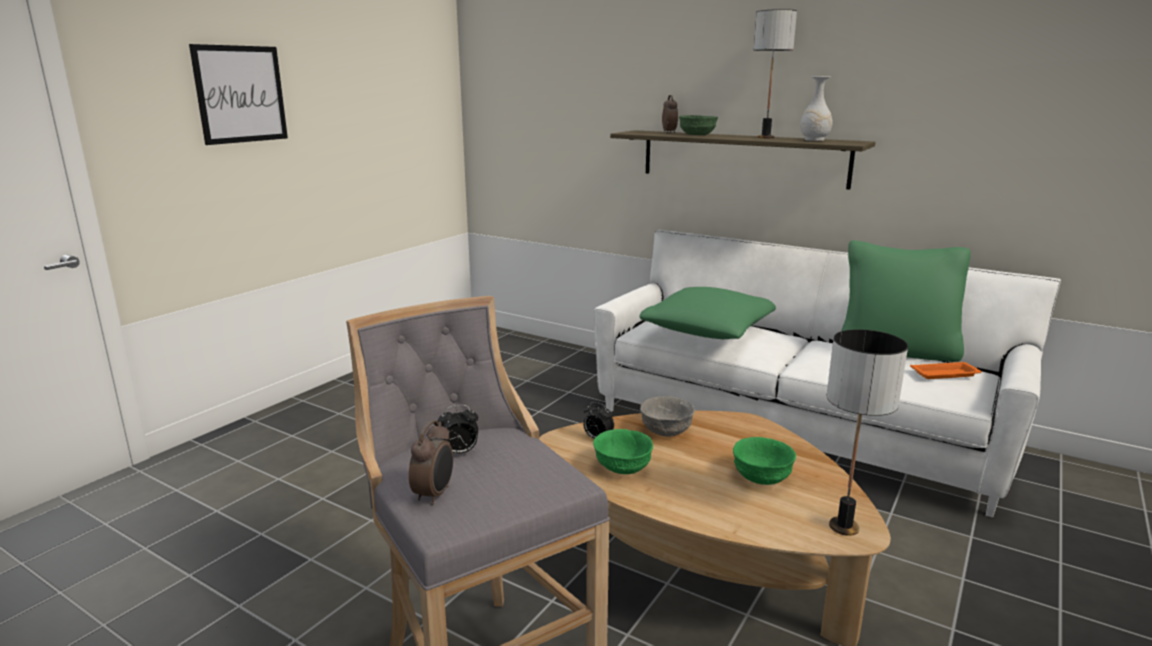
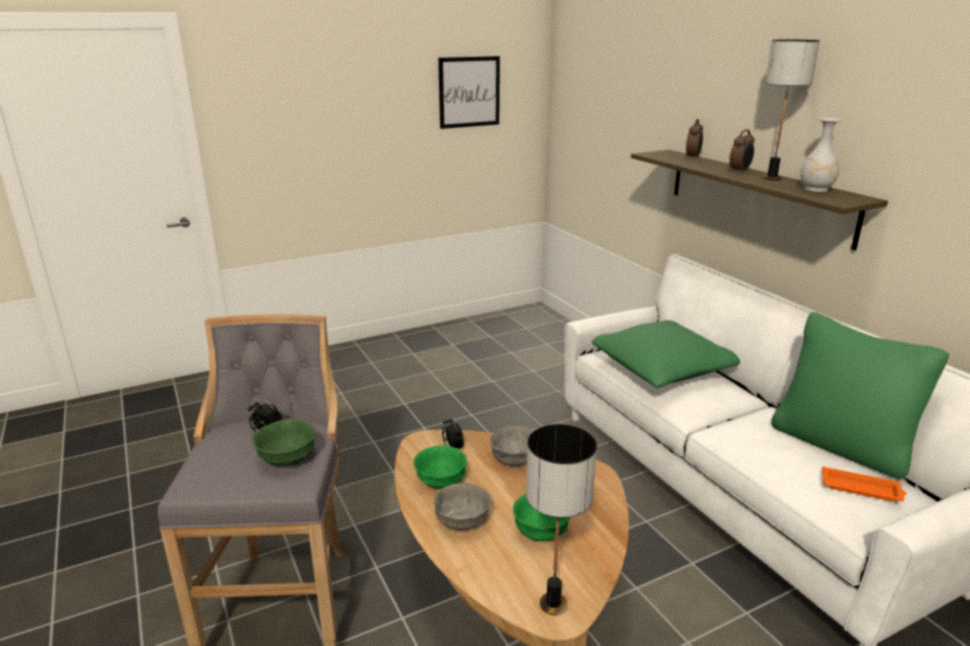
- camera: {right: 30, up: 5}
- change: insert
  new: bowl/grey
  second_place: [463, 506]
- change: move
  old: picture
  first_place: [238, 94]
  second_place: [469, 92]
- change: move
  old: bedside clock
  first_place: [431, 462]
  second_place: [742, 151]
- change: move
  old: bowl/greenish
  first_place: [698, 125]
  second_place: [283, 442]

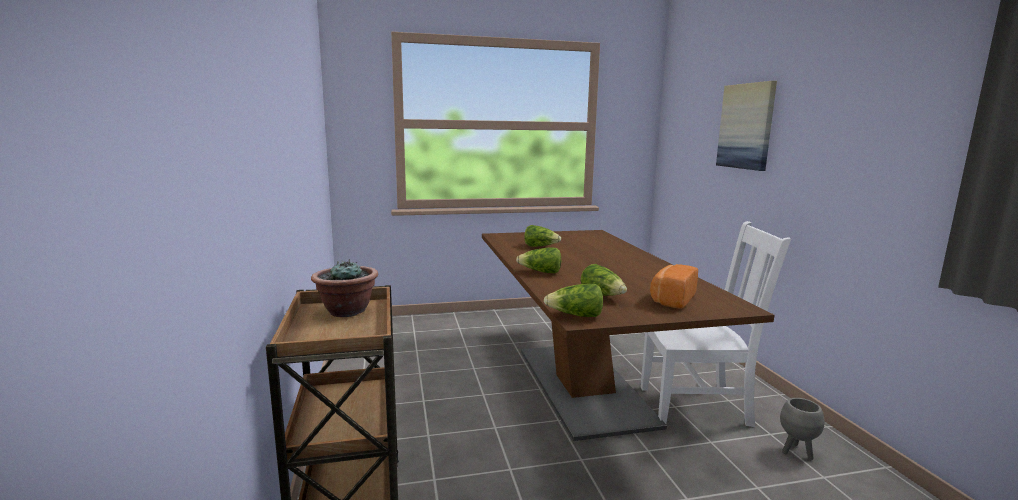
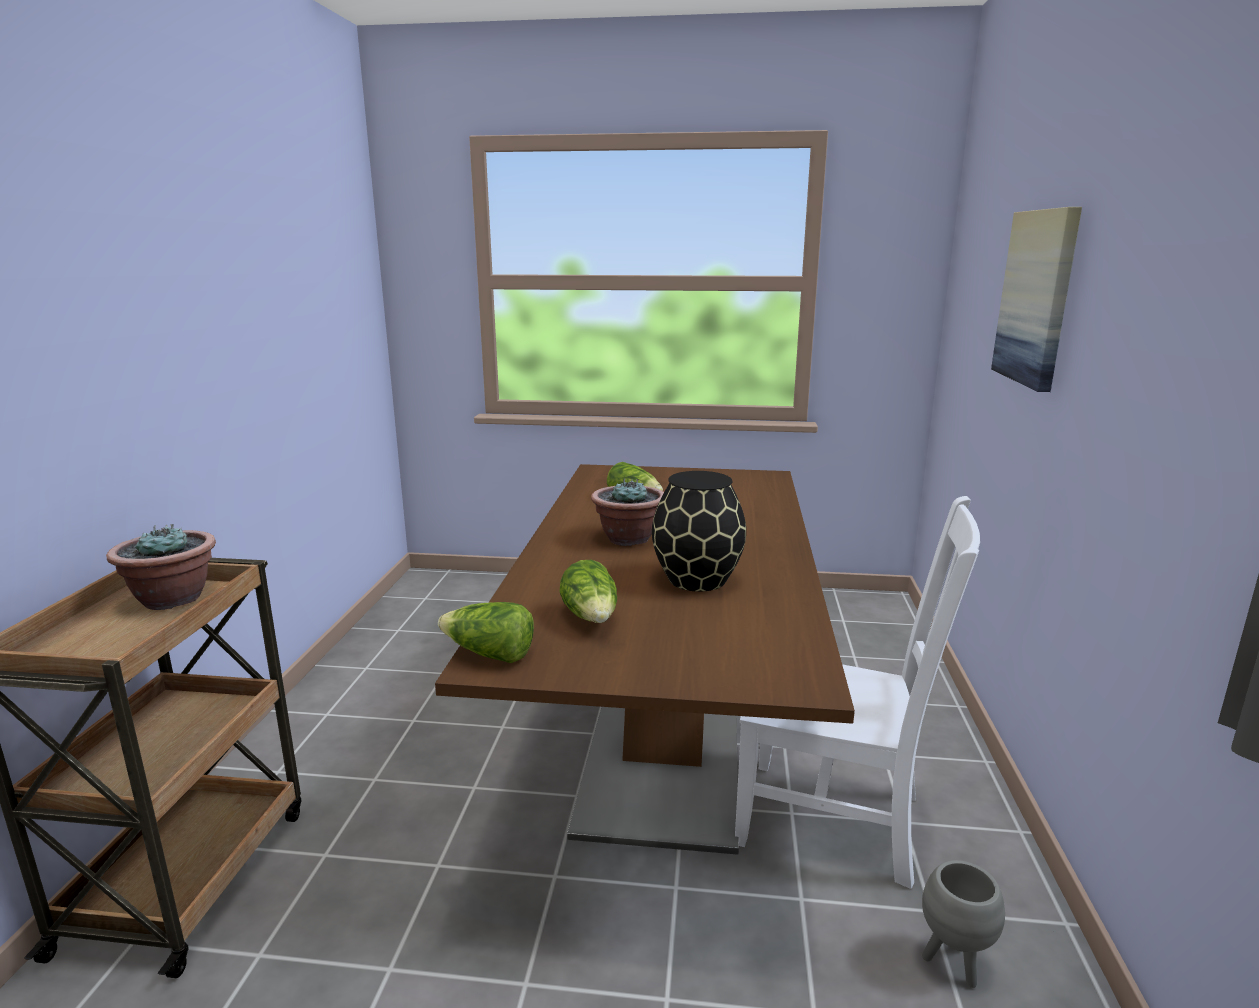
- camera: {right: 20, up: 5}
- change: delete
  old: lettuce
  first_place: [538, 261]
- change: delete
  old: bread
  first_place: [674, 286]
- change: insert
  new: potted plant
  second_place: [627, 512]
- change: insert
  new: vase/black-coloured
  second_place: [699, 531]

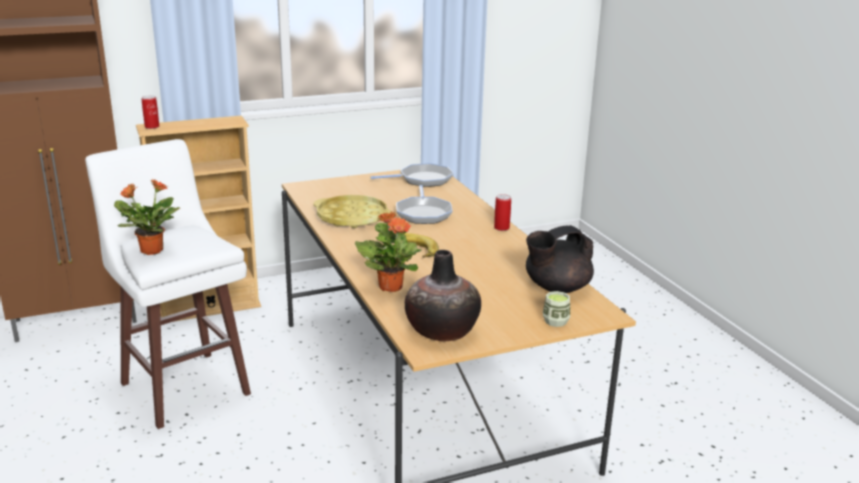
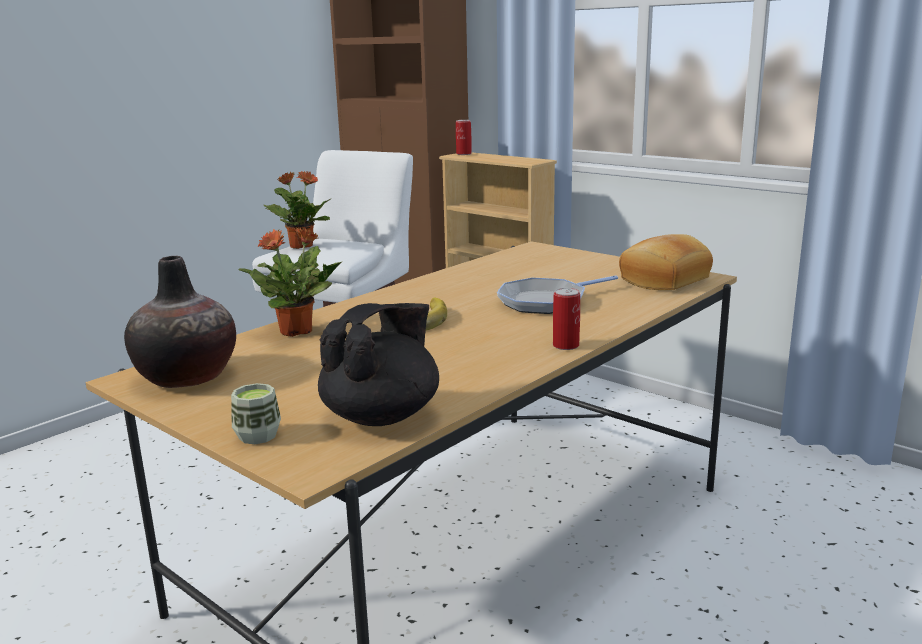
- camera: {right: 65, up: -5}
- change: delete
  old: tray/yellow-coloured
  first_place: [352, 211]
- change: replace
  old: frying pan
  new: bread
  first_place: [412, 175]
  second_place: [666, 262]
- change: rotate
  old: tea pot/black-coloured
  first_place: [560, 259]
  second_place: [378, 364]
  degrees: 90

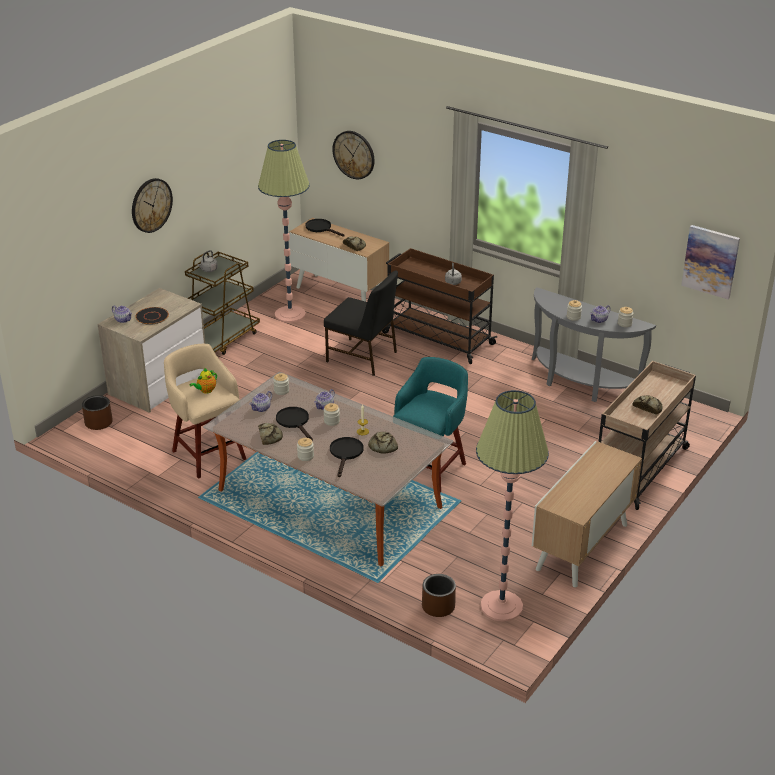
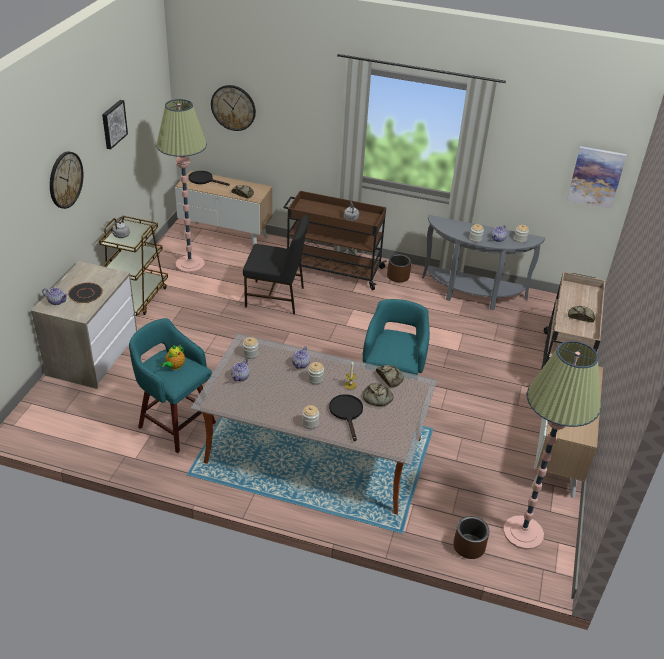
- camera: {right: -20, up: 5}
- change: delete
  old: frying pan/black-coloured
  first_place: [294, 423]
- change: insert
  new: picture
  second_place: [115, 124]
- change: move
  old: planter/brown-coloured
  first_place: [97, 412]
  second_place: [399, 268]
- change: move
  old: bread
  first_place: [270, 434]
  second_place: [390, 376]
- change: recolor
  old: sitting stool/sand-coloured
  new: sitting stool/blue-green
  first_place: [205, 411]
  second_place: [172, 385]

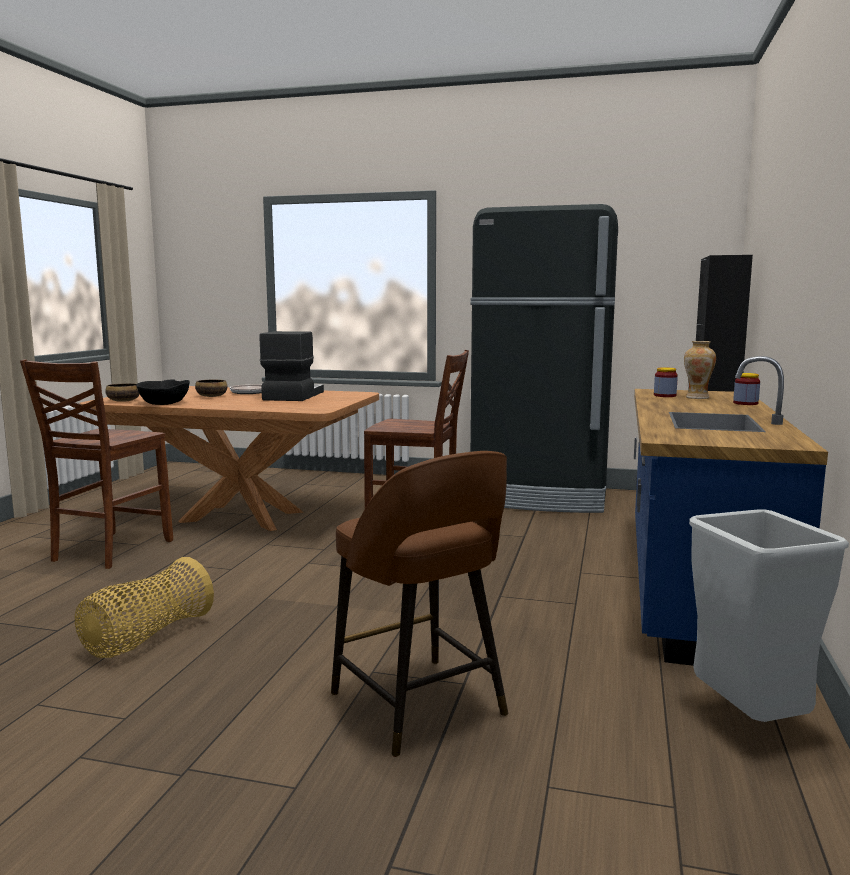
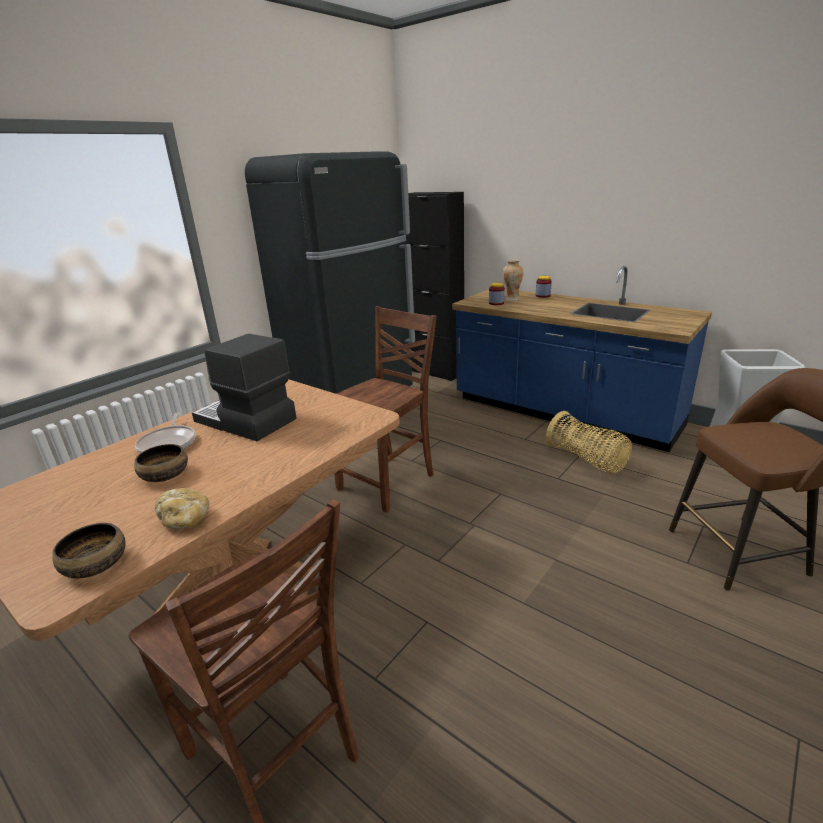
- camera: {right: -65, up: 15}
- change: move
  old: storage basket
  first_place: [144, 607]
  second_place: [589, 442]
- change: replace
  old: bowl/black-coloured
  new: bread
  first_place: [163, 392]
  second_place: [182, 509]

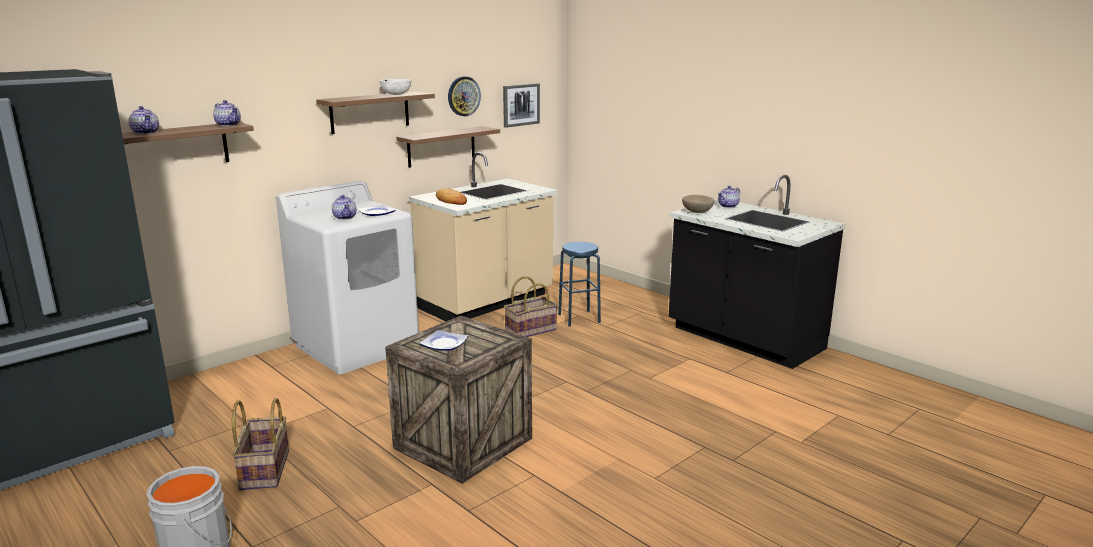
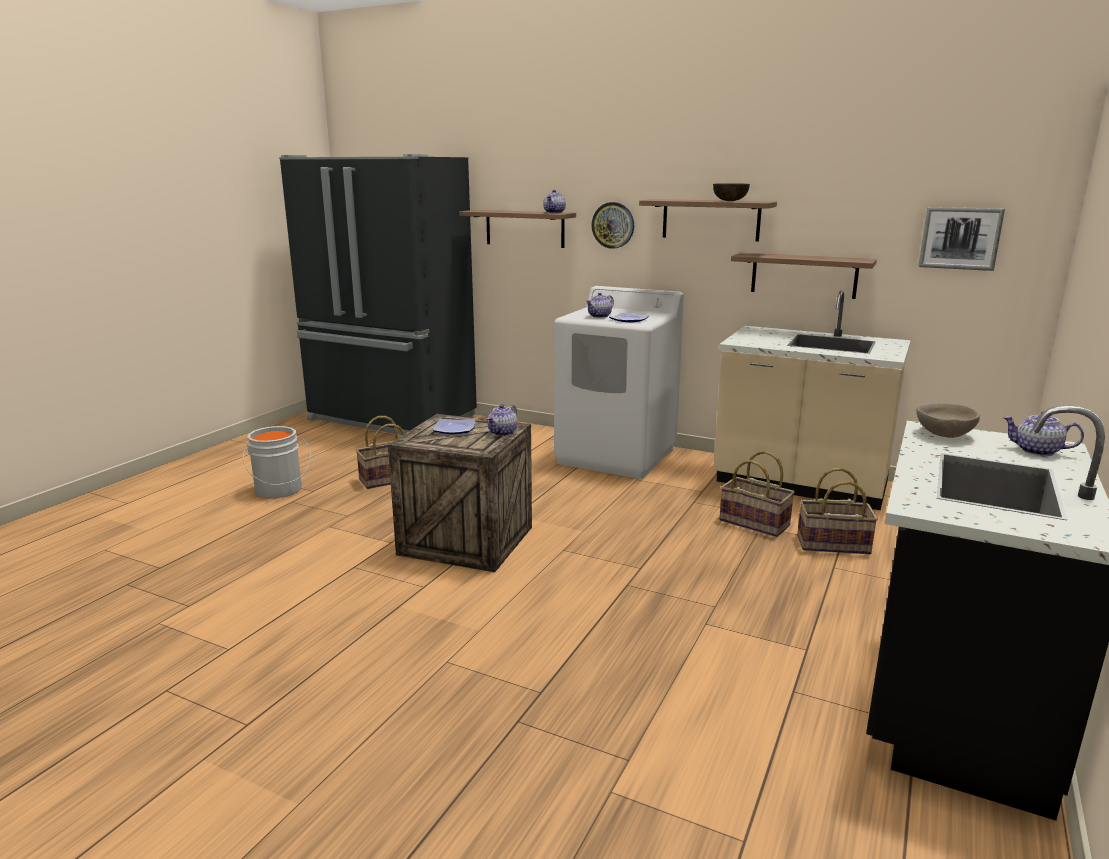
- camera: {right: 70, up: 0}
- change: delete
  old: bread
  first_place: [451, 196]
- change: move
  old: tea pot
  first_place: [143, 120]
  second_place: [502, 420]
- change: move
  old: wall clock
  first_place: [464, 96]
  second_place: [612, 225]
- change: replace
  old: sitting stool/bluish
  new: storage basket
  first_place: [579, 284]
  second_place: [837, 511]
- change: recolor
  old: bowl/white-coloured
  new: bowl/brown-coloured
  first_place: [395, 87]
  second_place: [731, 192]

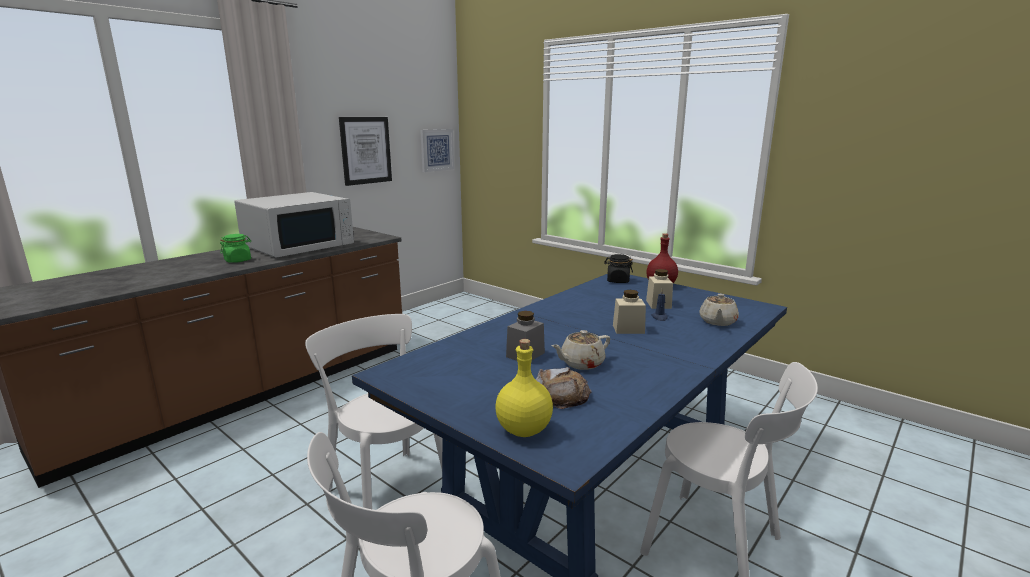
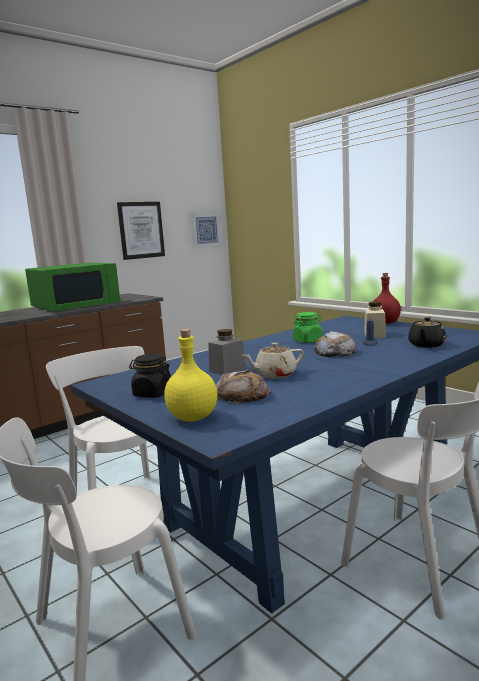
- camera: {right: 10, up: -5}
- change: move
  old: jar/greenish
  first_place: [235, 248]
  second_place: [308, 327]
- change: move
  old: jar/black-coloured
  first_place: [618, 268]
  second_place: [150, 376]
- change: replace
  old: jar/sand-coloured
  new: bread
  first_place: [629, 312]
  second_place: [335, 344]
- change: recolor
  old: kitchen microwave/white-coloured
  new: kitchen microwave/greenish
  first_place: [294, 225]
  second_place: [72, 287]
- change: recolor
  old: tea pot/sand-coloured
  new: tea pot/black-coloured
  first_place: [719, 310]
  second_place: [427, 332]

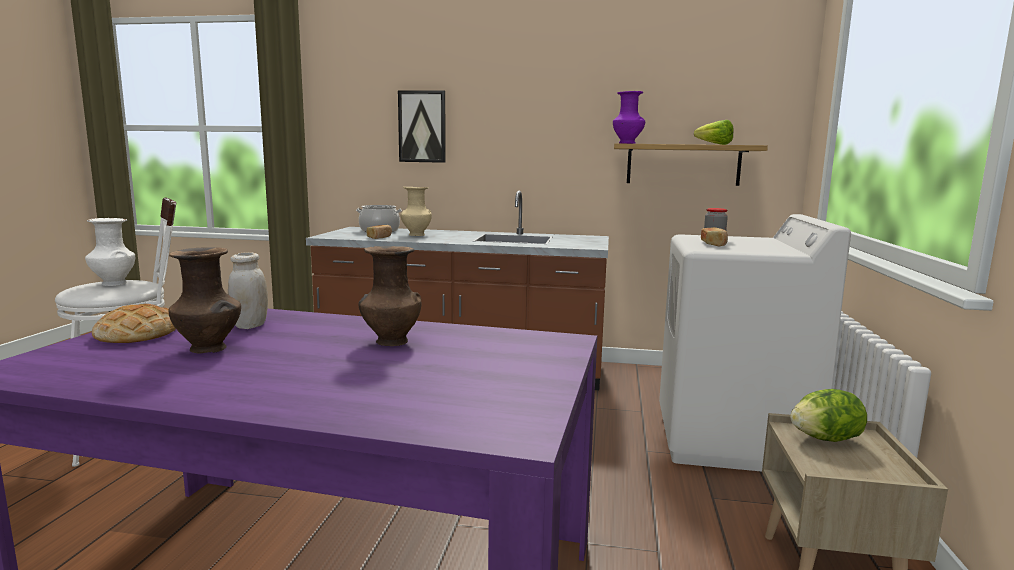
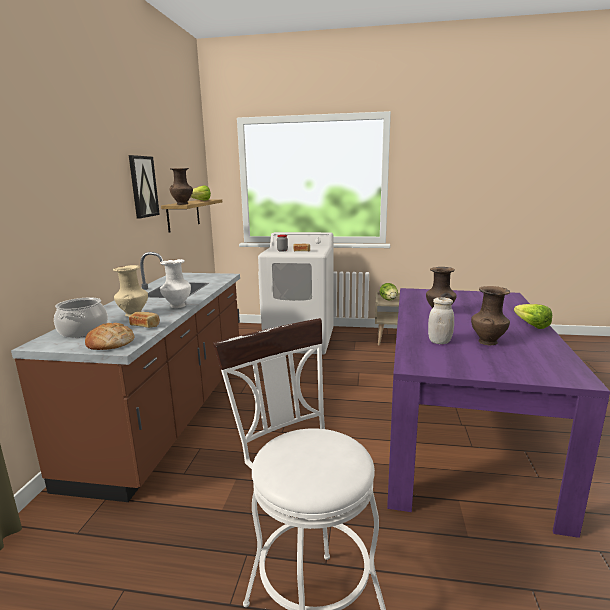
- camera: {right: -90, up: 5}
- change: insert
  new: lettuce
  second_place: [533, 316]
- change: move
  old: vase/white-coloured
  first_place: [110, 252]
  second_place: [175, 283]
- change: move
  old: bread
  first_place: [134, 323]
  second_place: [109, 336]
- change: move
  old: picture
  first_place: [422, 126]
  second_place: [144, 187]
- change: recolor
  old: vase/purplish
  new: vase/brown-coloured
  first_place: [629, 117]
  second_place: [181, 186]

